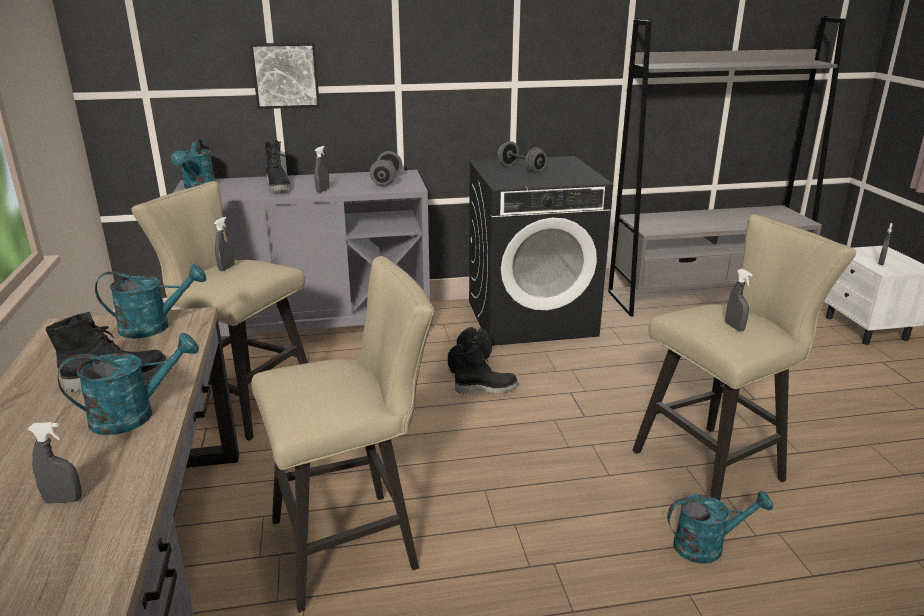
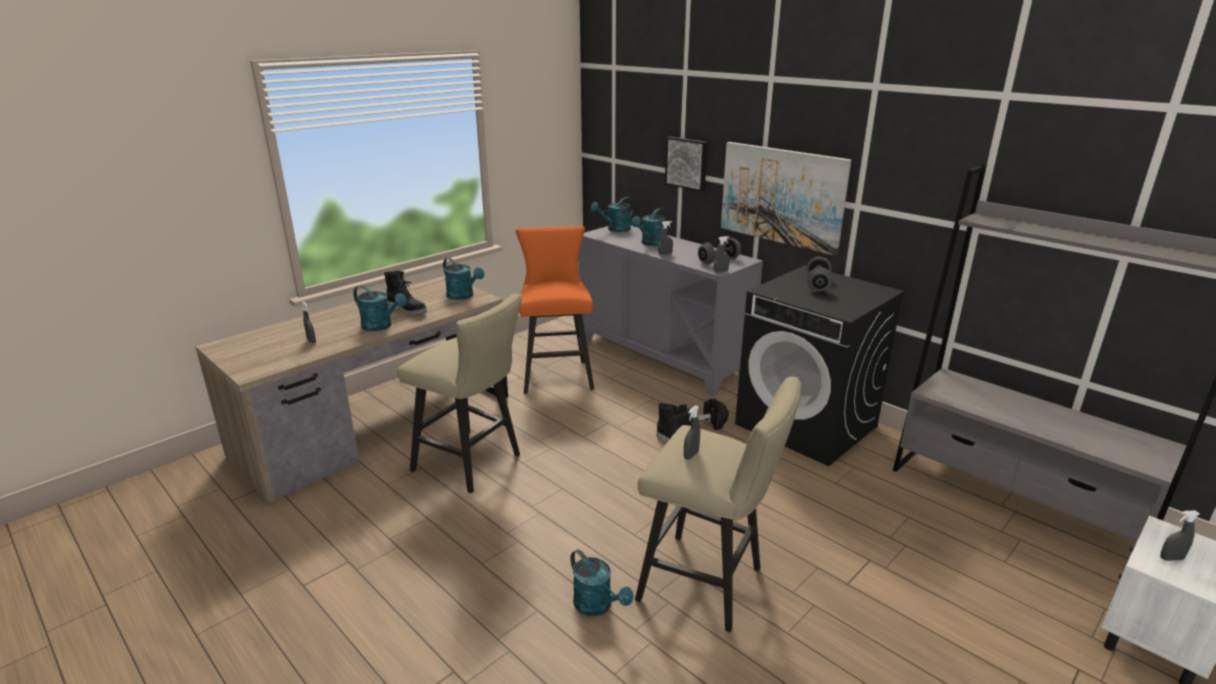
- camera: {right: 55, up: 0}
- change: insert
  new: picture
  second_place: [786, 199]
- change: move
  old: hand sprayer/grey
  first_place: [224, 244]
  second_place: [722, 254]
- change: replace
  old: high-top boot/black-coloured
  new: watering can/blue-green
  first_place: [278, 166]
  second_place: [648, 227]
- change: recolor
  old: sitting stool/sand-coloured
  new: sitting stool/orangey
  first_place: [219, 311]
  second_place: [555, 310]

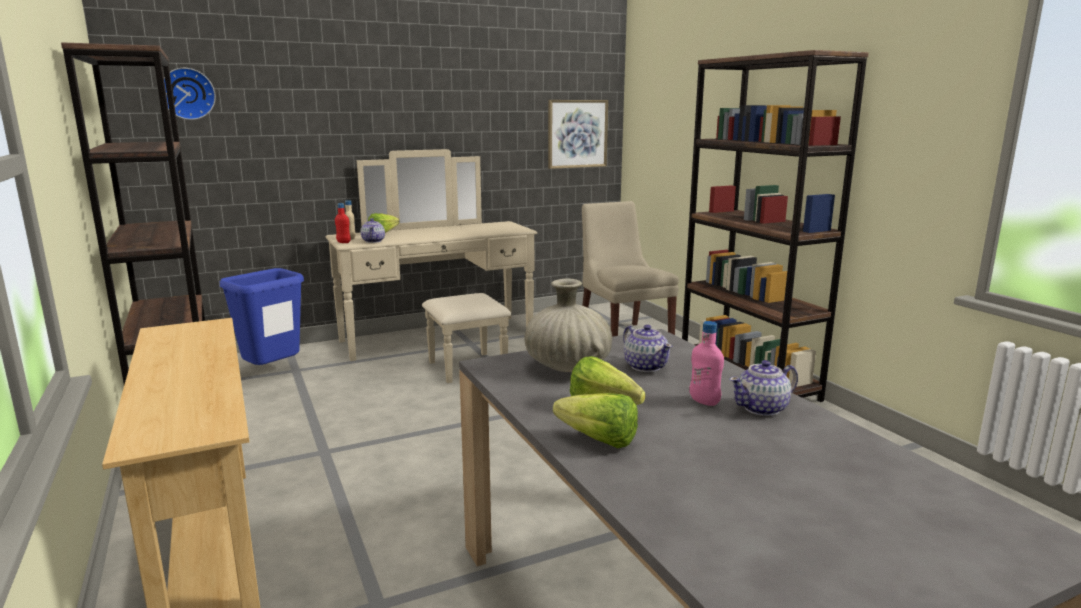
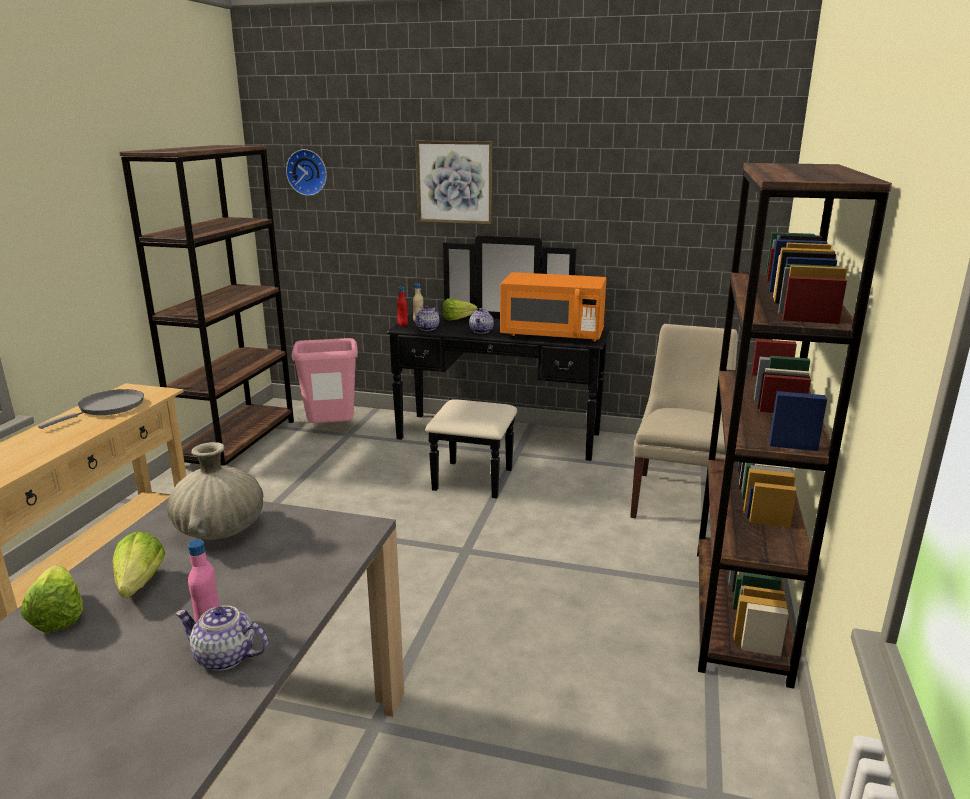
- camera: {right: 40, up: 5}
- change: insert
  new: frying pan/grey
  second_place: [91, 409]
- change: insert
  new: kitchen microwave/orangey
  second_place: [553, 307]
- change: move
  old: picture
  first_place: [578, 134]
  second_place: [454, 182]
- change: move
  old: tea pot
  first_place: [647, 348]
  second_place: [481, 321]
- change: recolor
  old: rubbish bin/bluish
  new: rubbish bin/pink
  first_place: [262, 316]
  second_place: [325, 380]
- change: recolor
  old: drawer chest/sand-coloured
  new: drawer chest/black-coloured
  first_place: [431, 266]
  second_place: [499, 367]

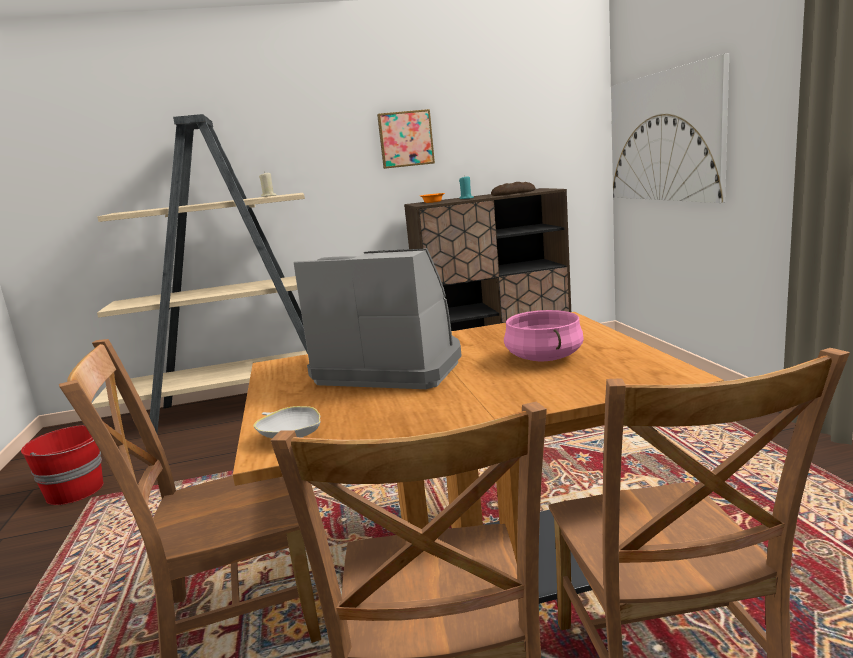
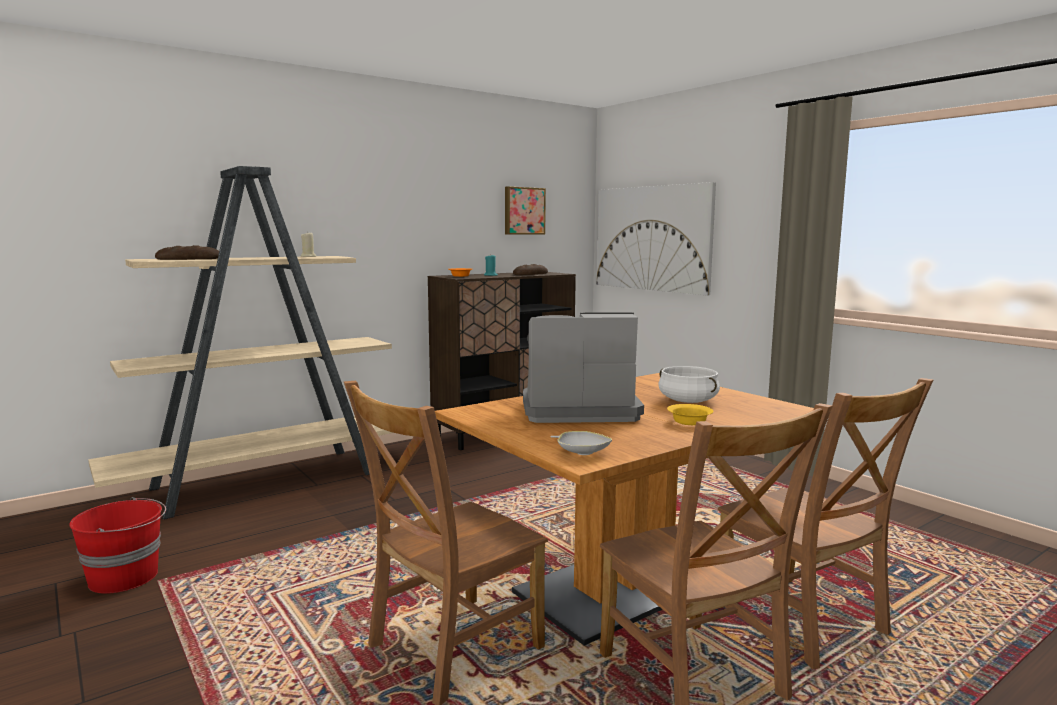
- camera: {right: -25, up: -5}
- change: insert
  new: bread
  second_place: [187, 252]
- change: insert
  new: bowl/yellow-coloured
  second_place: [690, 414]
- change: move
  old: picture
  first_place: [406, 139]
  second_place: [525, 210]
- change: recolor
  old: cooking pot/pink
  new: cooking pot/white-coloured
  first_place: [544, 335]
  second_place: [689, 384]

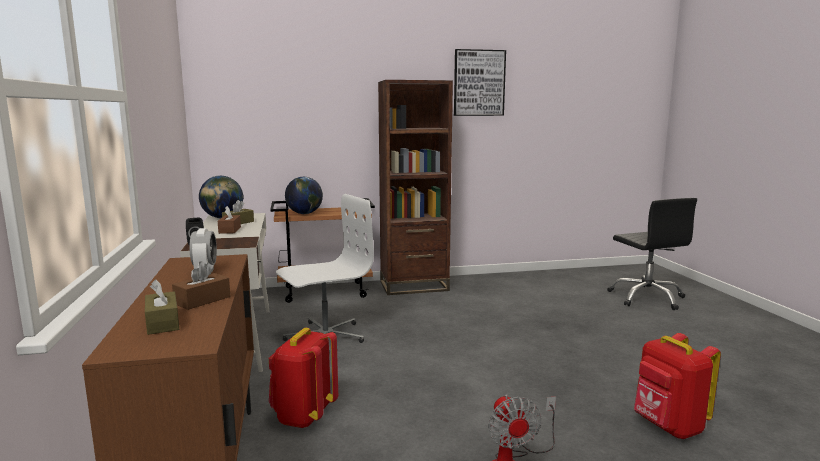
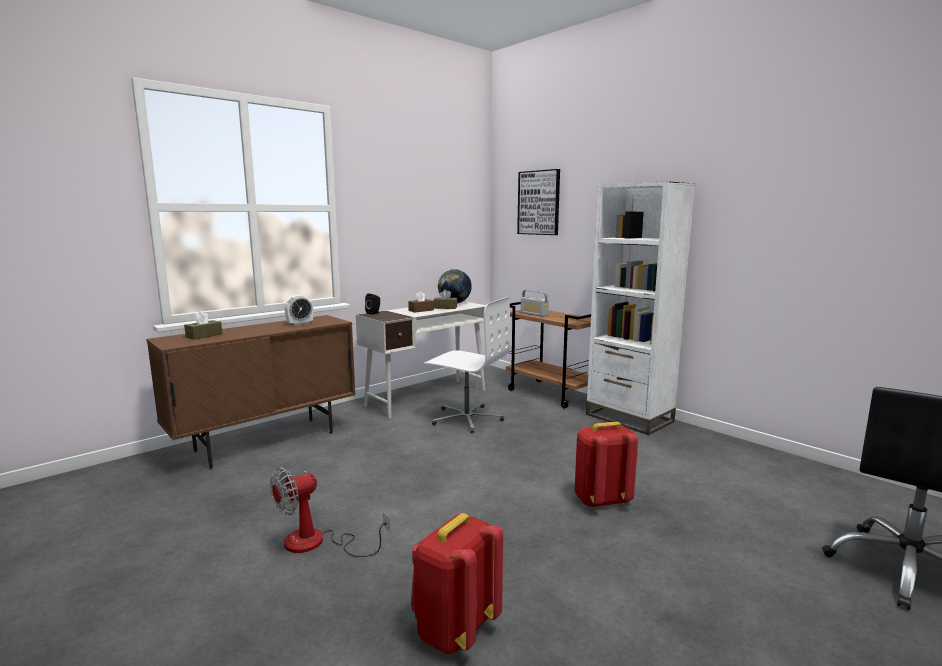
- camera: {right: 60, up: 0}
- change: delete
  old: tissue box/brown-coloured
  first_place: [201, 285]
- change: move
  old: backpack/red
  first_place: [303, 378]
  second_place: [606, 465]
- change: move
  old: picture
  first_place: [480, 82]
  second_place: [538, 202]
- change: replace
  old: desk globe
  new: radio
  first_place: [304, 195]
  second_place: [535, 303]
- change: recolor
  old: bookcase/brown-coloured
  new: bookcase/white-coloured
  first_place: [415, 187]
  second_place: [640, 308]

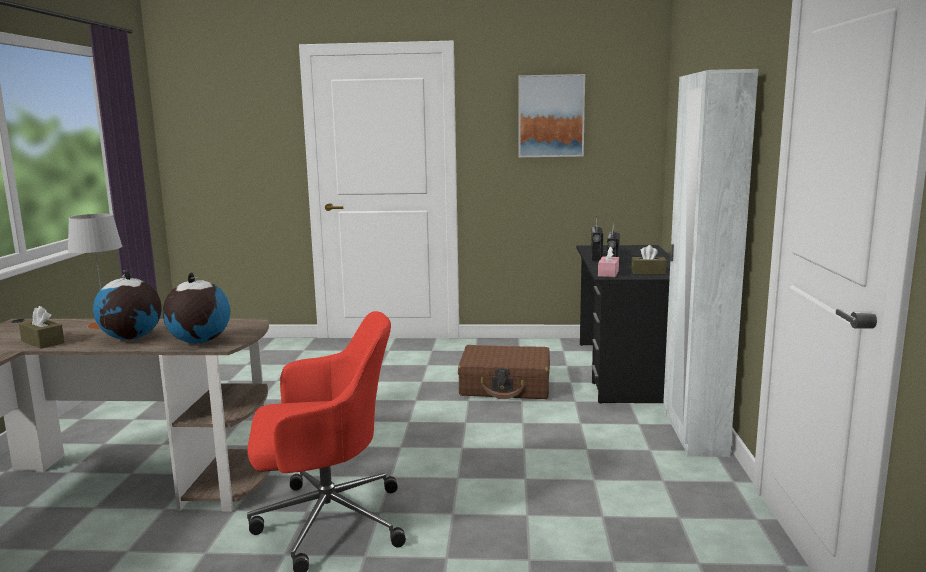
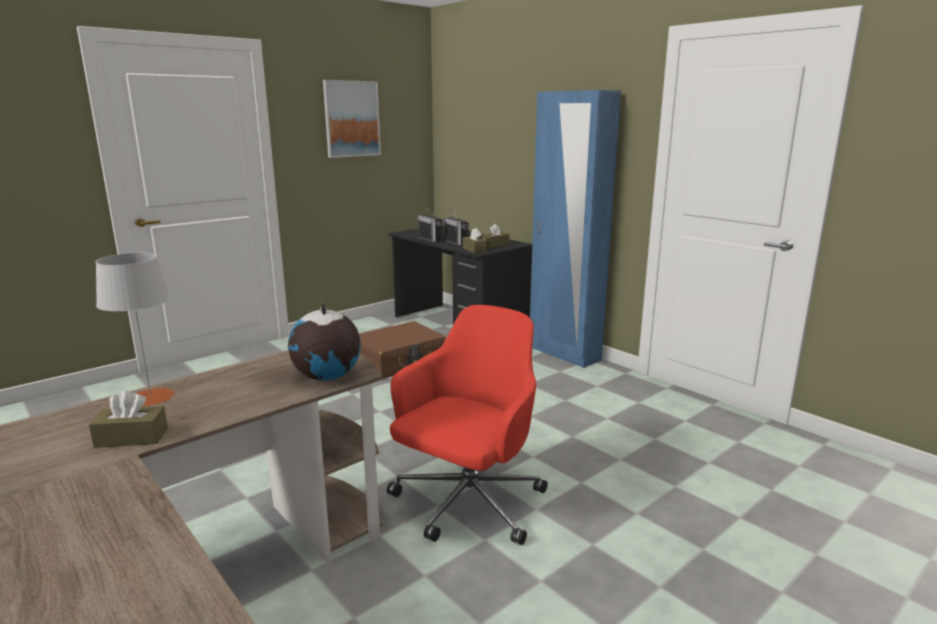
- camera: {right: -45, up: 5}
- change: delete
  old: desk globe
  first_place: [127, 305]
- change: recolor
  old: tissue box/pink
  new: tissue box/brown-coloured
  first_place: [608, 261]
  second_place: [475, 240]
- change: recolor
  old: armoire/white-coloured
  new: armoire/bluish
  first_place: [710, 263]
  second_place: [575, 229]

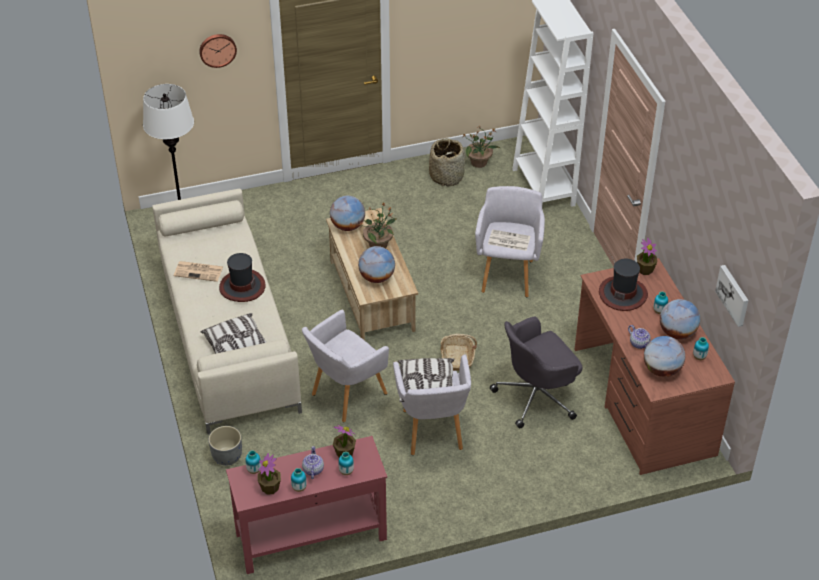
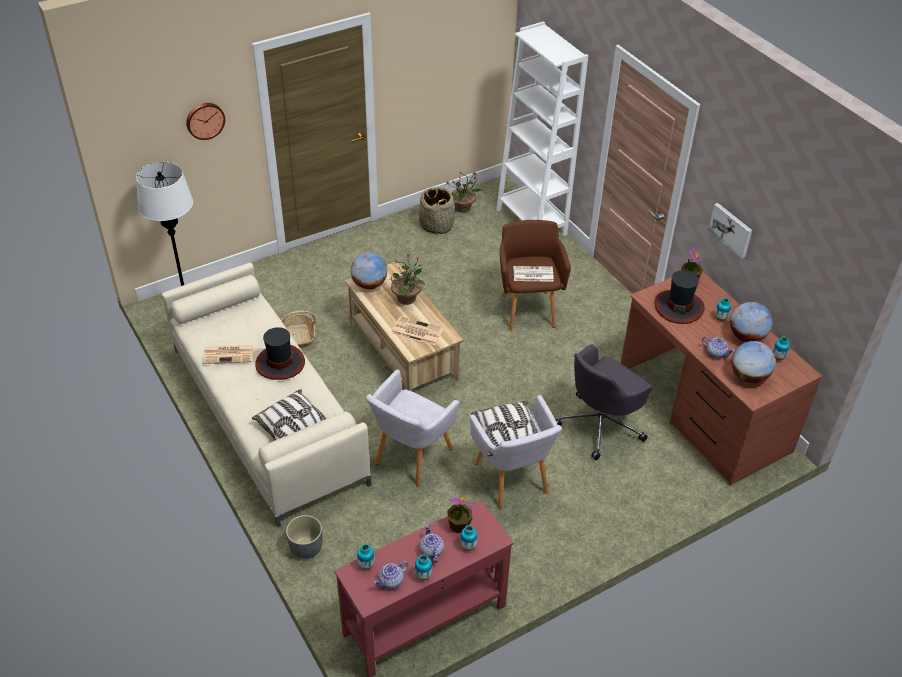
- camera: {right: -15, up: 0}
- change: move
  old: storage basket
  first_place: [459, 352]
  second_place: [298, 329]
- change: move
  old: picture
  first_place: [732, 296]
  second_place: [730, 231]
- change: replace
  old: potted plant
  new: tea pot
  first_place: [269, 474]
  second_place: [390, 575]
- change: replace
  old: desk globe
  new: daily paper
  first_place: [376, 264]
  second_place: [418, 330]
- change: recolor
  old: easy chair/grey
  new: easy chair/brown-coloured
  first_place: [510, 241]
  second_place: [535, 275]

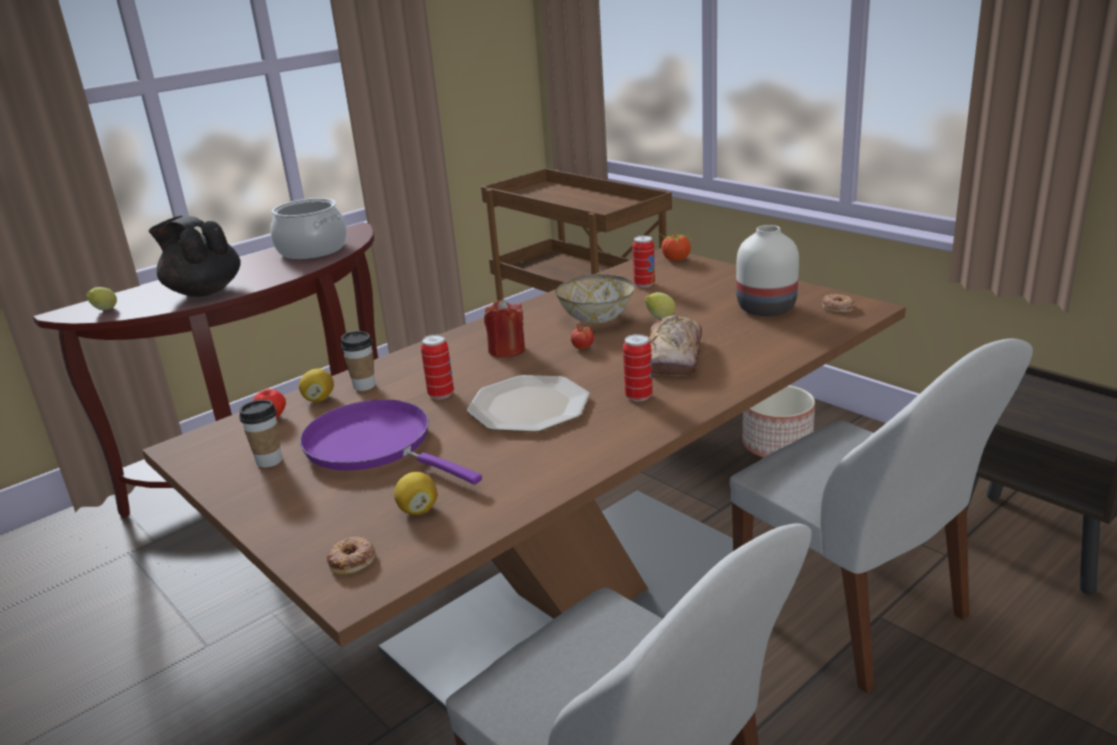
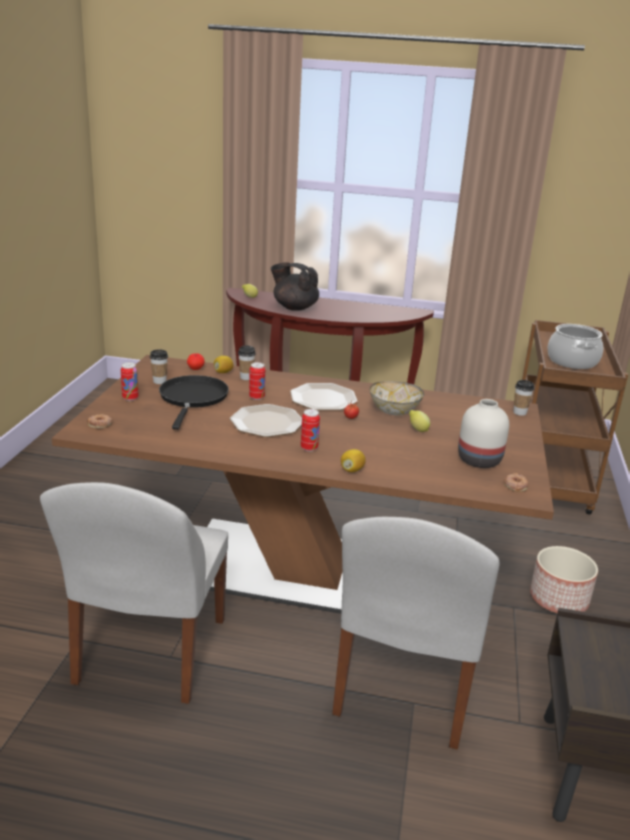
- camera: {right: 50, up: 0}
- change: delete
  old: bread
  first_place: [675, 345]
- change: move
  old: cooking pot
  first_place: [308, 228]
  second_place: [575, 346]
- change: move
  old: whole lemon
  first_place: [415, 493]
  second_place: [353, 460]
- change: move
  old: metal can
  first_place: [643, 261]
  second_place: [130, 381]
- change: replace
  old: candle/red
  new: flat dish
  first_place: [504, 328]
  second_place: [323, 396]
- change: replace
  old: fresh tomato
  new: cup
  first_place: [676, 247]
  second_place: [523, 398]
- change: recolor
  old: frying pan/purplish
  new: frying pan/black-coloured
  first_place: [391, 442]
  second_place: [194, 402]
- change: rotate
  old: tea pot/black-coloured
  first_place: [194, 256]
  second_place: [295, 286]
  degrees: -60

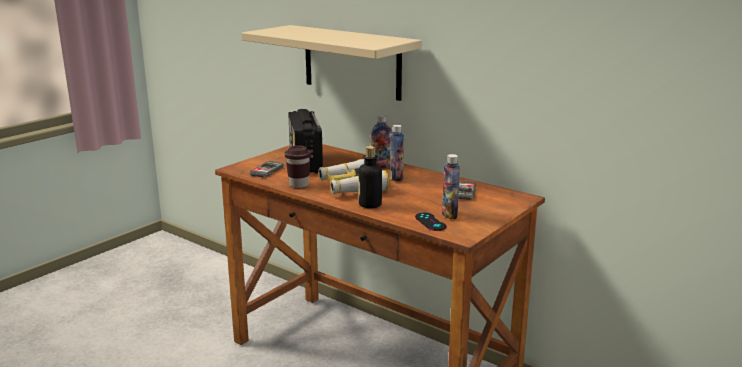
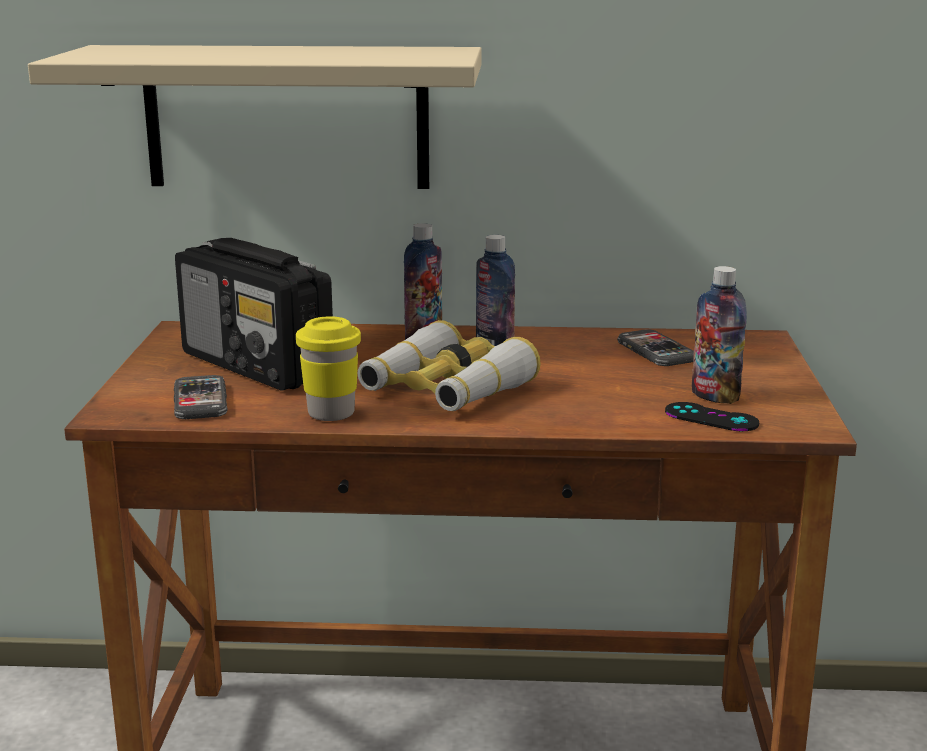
- camera: {right: -35, up: 0}
- change: delete
  old: drink bottle
  first_place: [370, 177]
- change: recolor
  old: cup/brown-coloured
  new: cup/yellow-coloured
  first_place: [298, 167]
  second_place: [328, 368]

